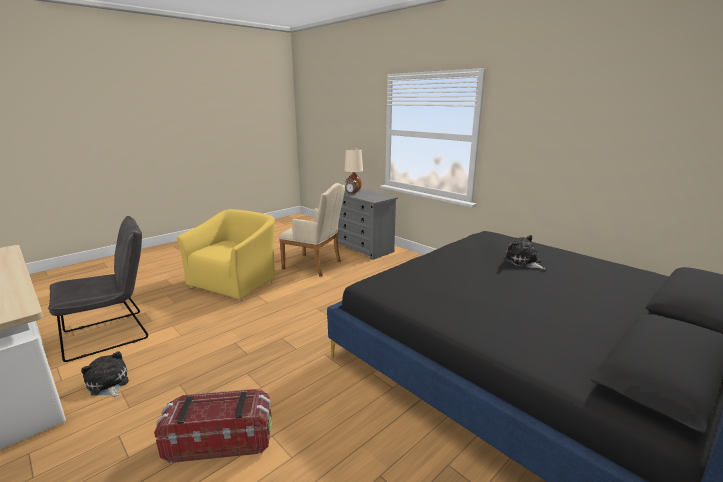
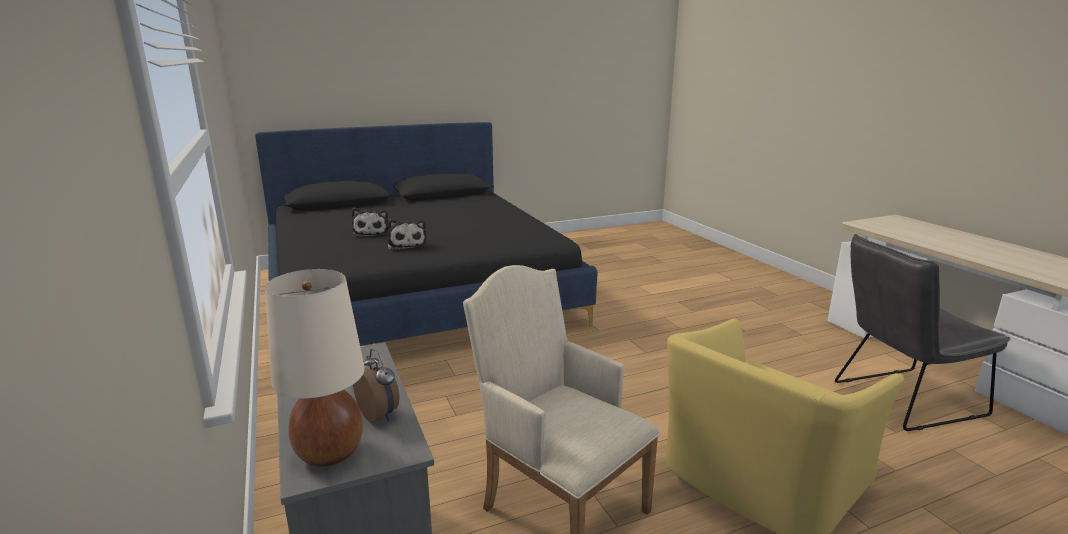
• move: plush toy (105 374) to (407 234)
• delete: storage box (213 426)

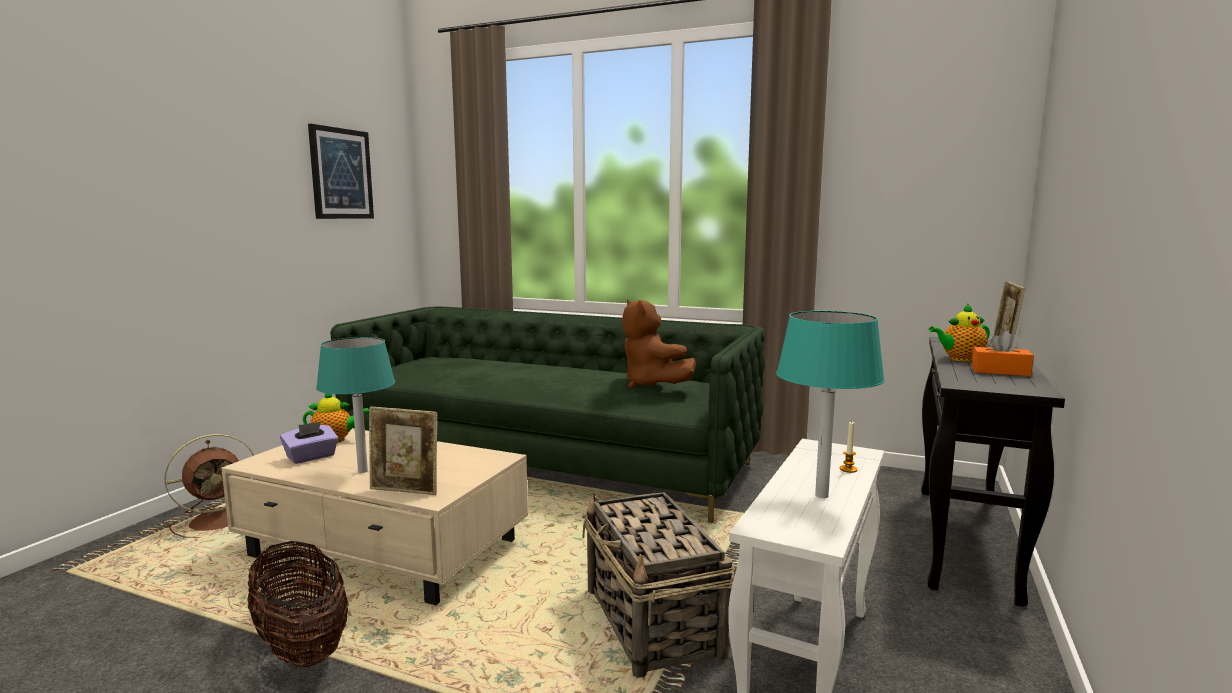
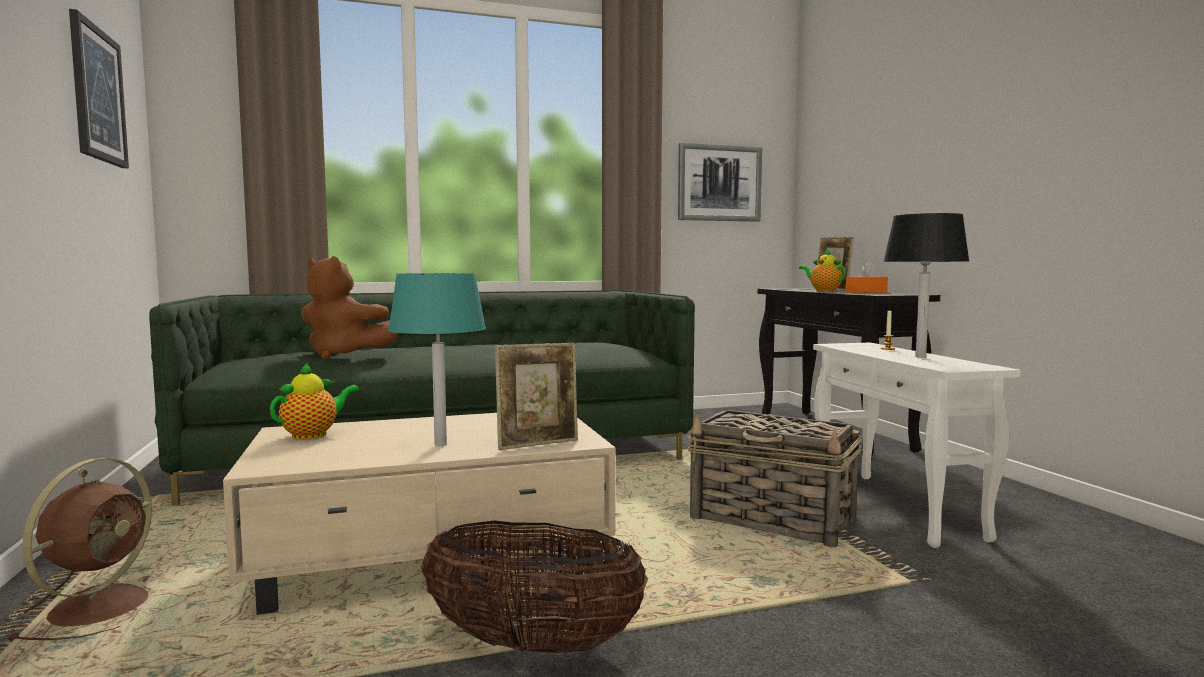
• delete: tissue box in purple (309 442)
• move: plush toy in brown (659 344) to (350 308)
• recolor: table lamp in turquoise (830 404) to table lamp in black (926 285)
• rotate: teapot (959 332) = (822 270) 105 degrees clockwise
• insert: picture (720 182)

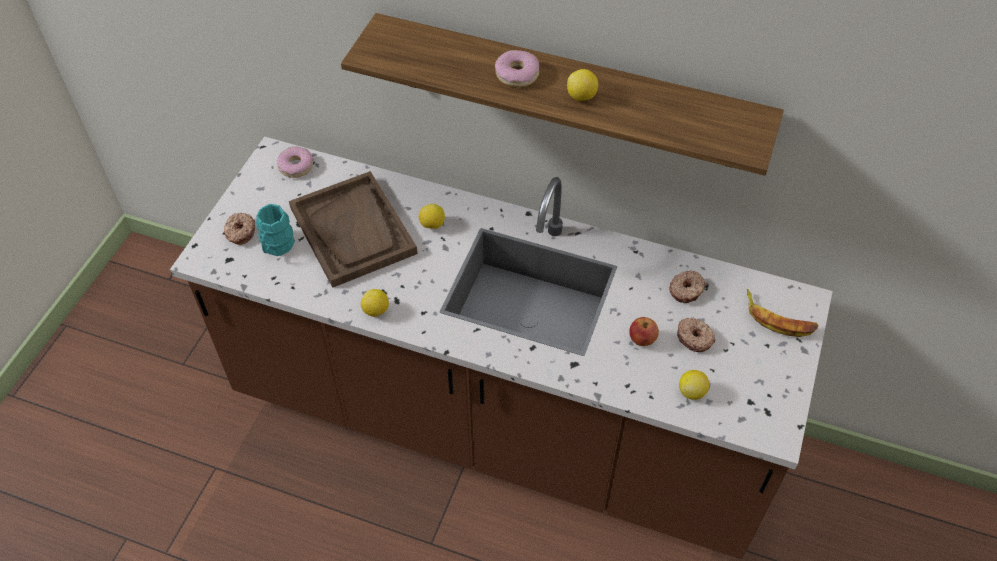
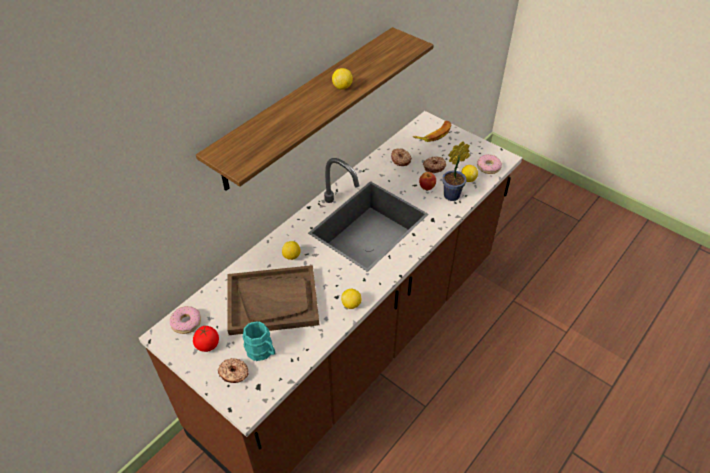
• move: donut (517 68) to (489 164)
• insert: tomato (206 338)
• insert: potted plant (456 171)

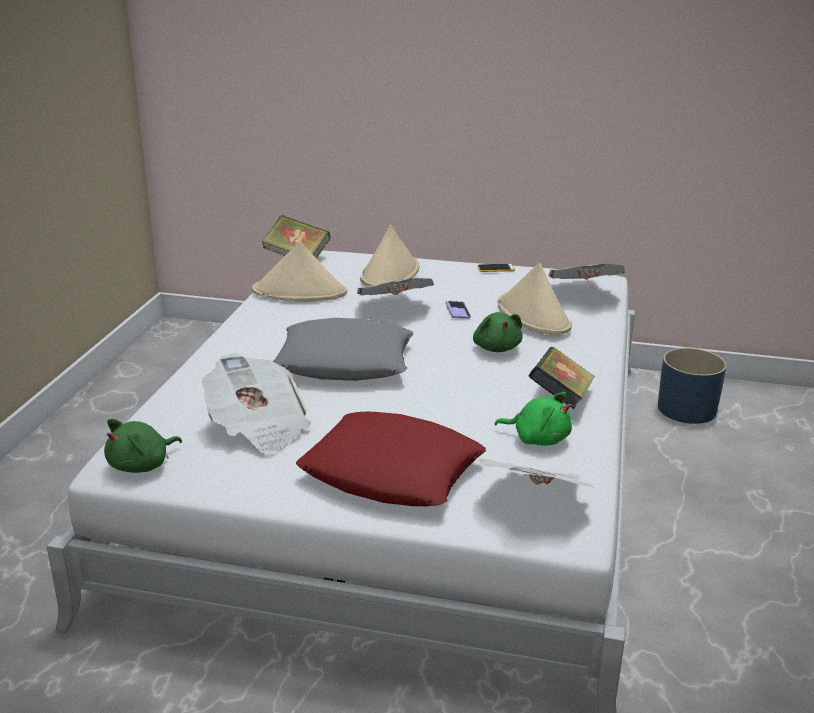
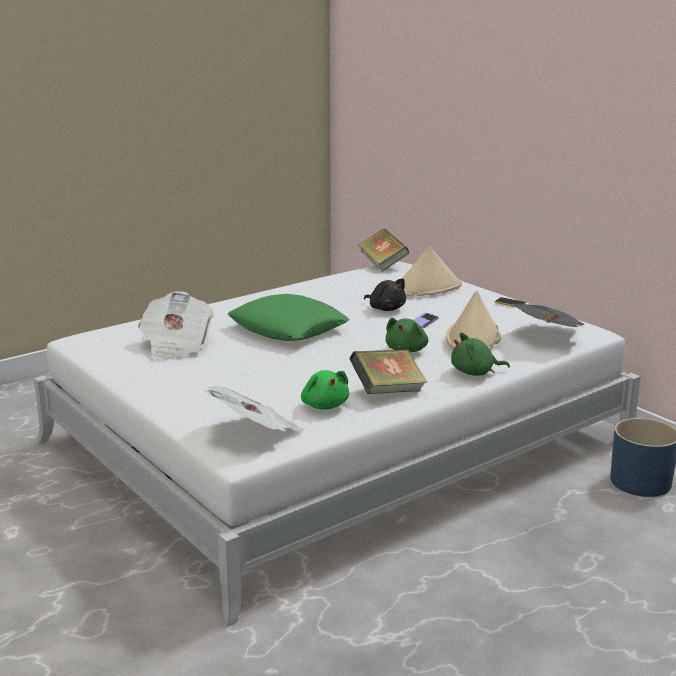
• move: plush toy in green (143 446) to (480 354)
• delete: hat in beige (299 271)
• recolor: pillow in grey (343 349) to pillow in green (289 317)
• delete: pillow in red (391 459)
• replace: newspaper (396 286) to plush toy in black (385 295)

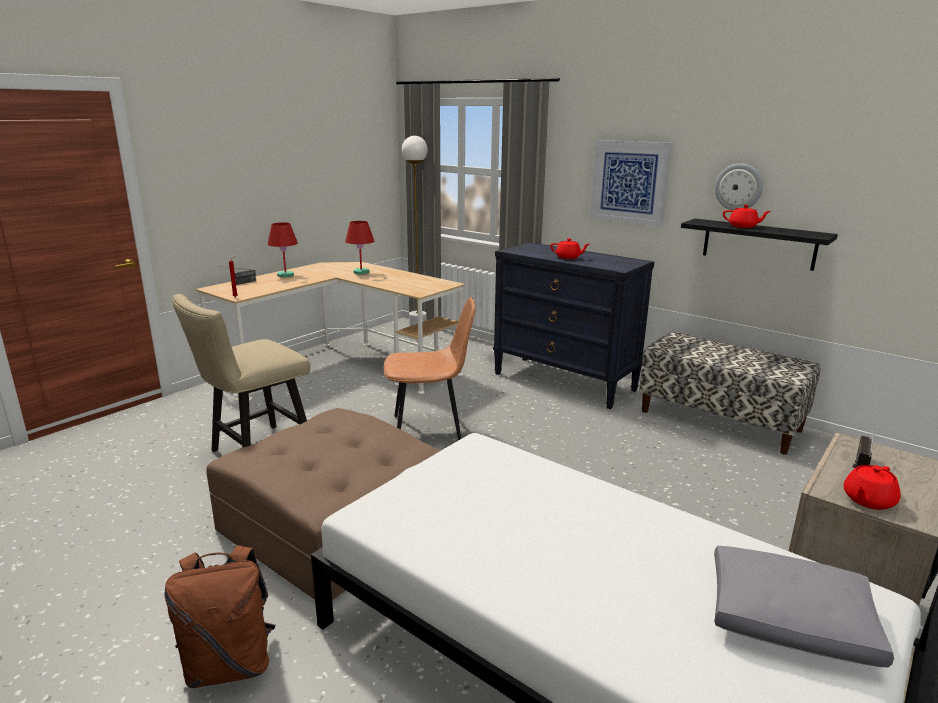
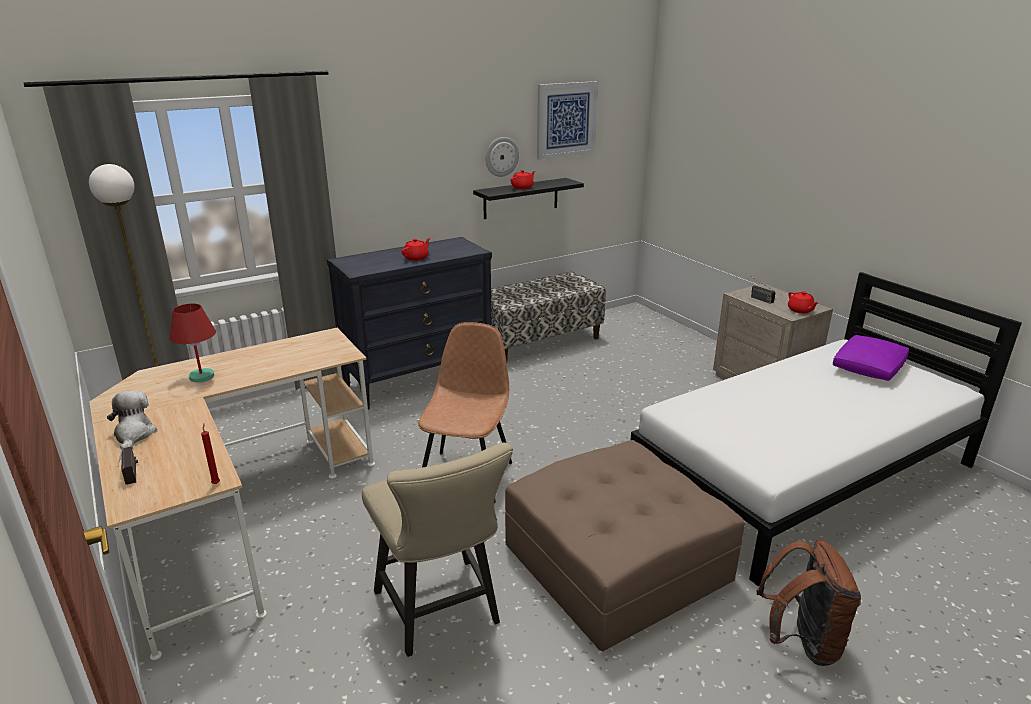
• replace: table lamp in red (282 249) to plush toy (132 419)
• move: picture (631 183) to (568 120)
• recolor: pillow in grey (804 606) to pillow in purple (871 358)

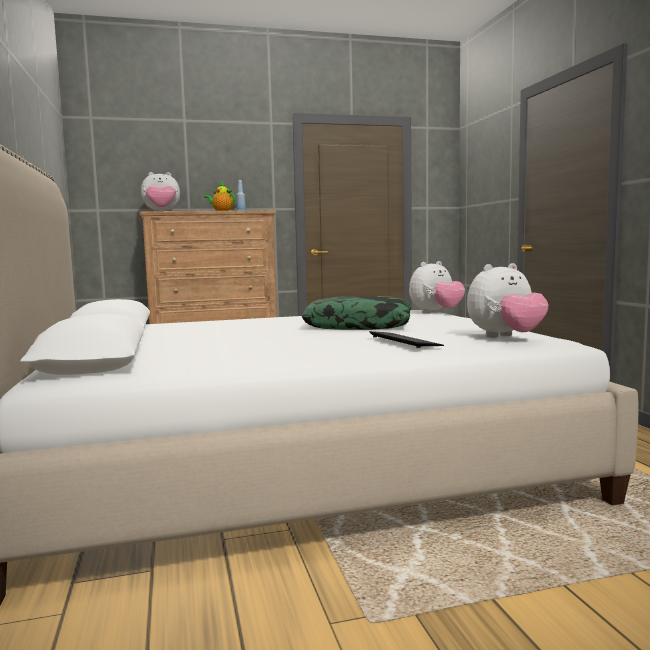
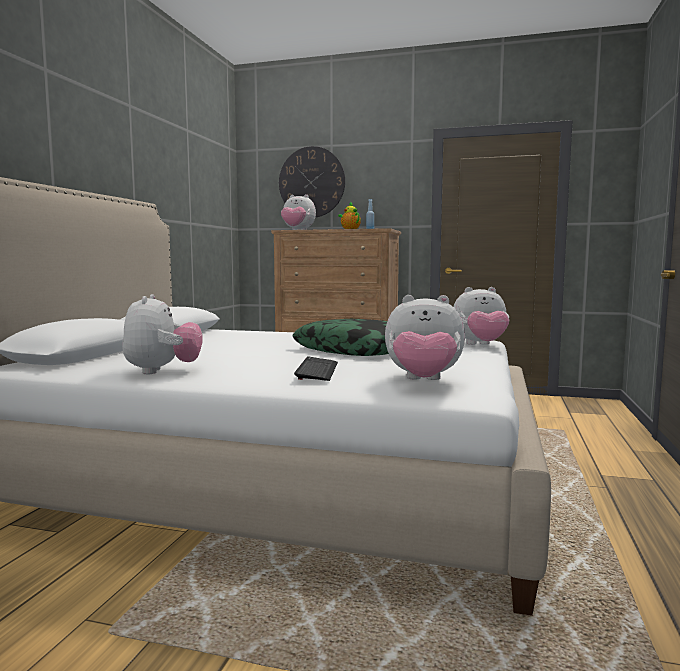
• insert: plush toy (162 334)
• insert: wall clock (312 182)

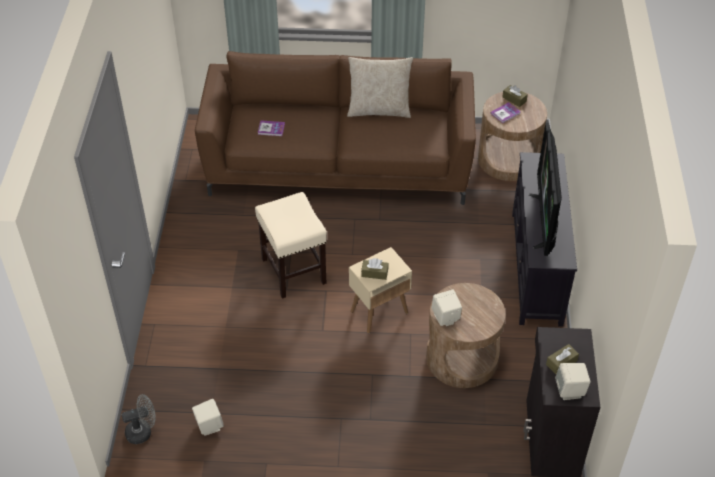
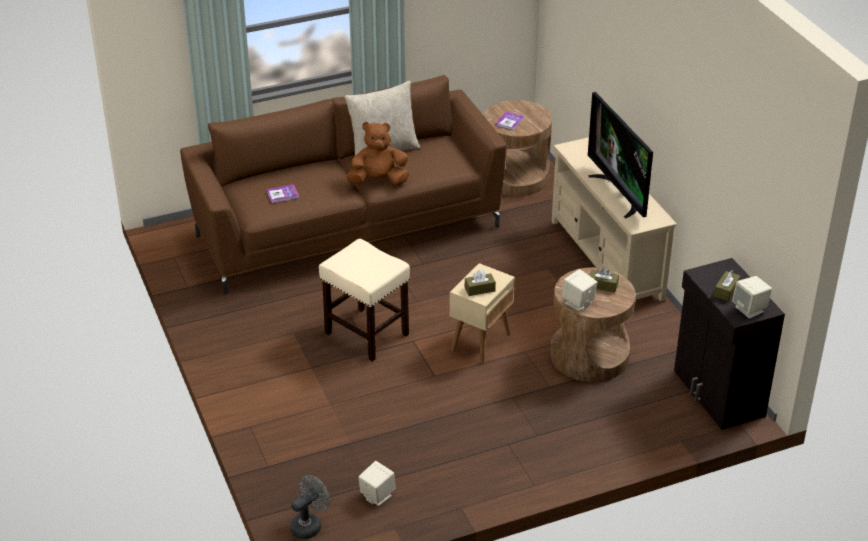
• move: tissue box in brown (515 96) to (604 280)
• recolor: tv stand in black (544 239) to tv stand in beige (614 219)
• insert: plush toy in brown (377 153)

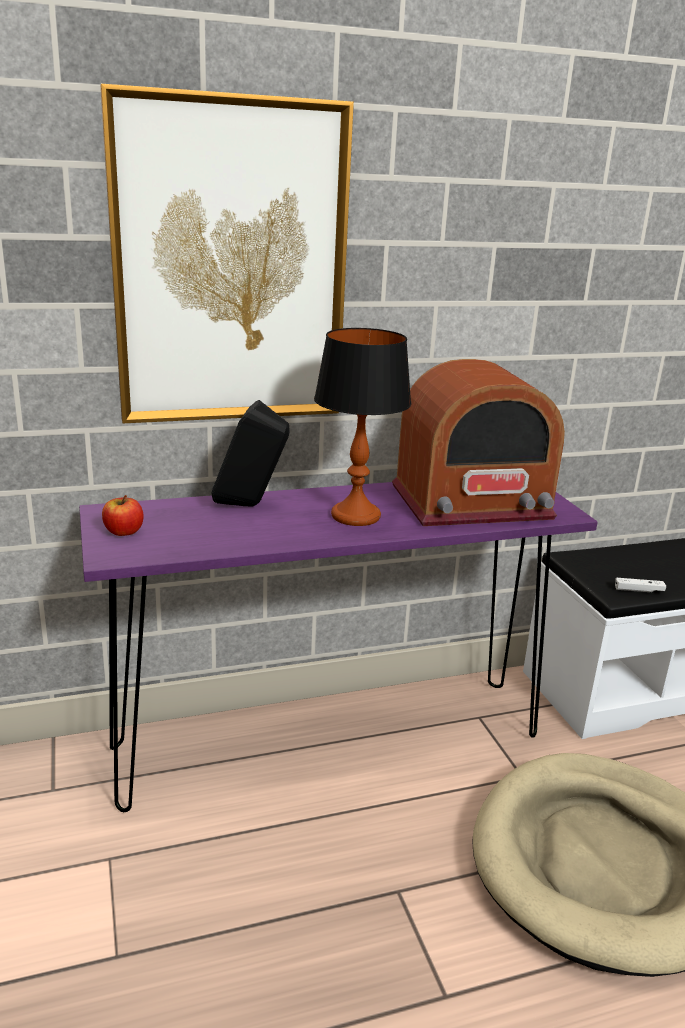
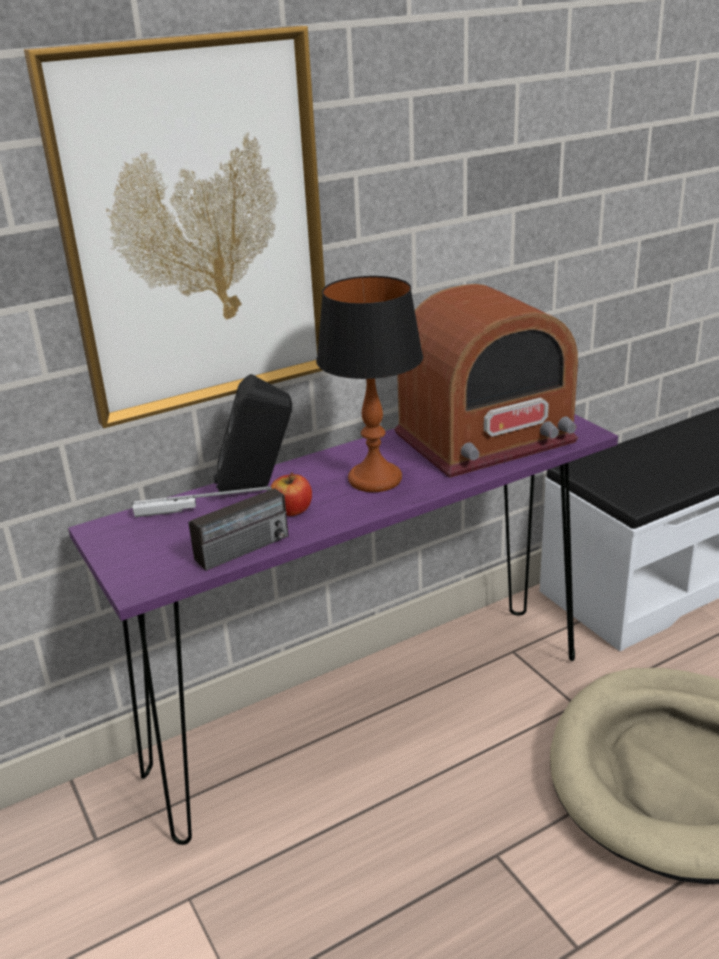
• move: apple (123 515) to (291 494)
• move: game controller in white (640 585) to (164 506)
• insert: radio (210 528)

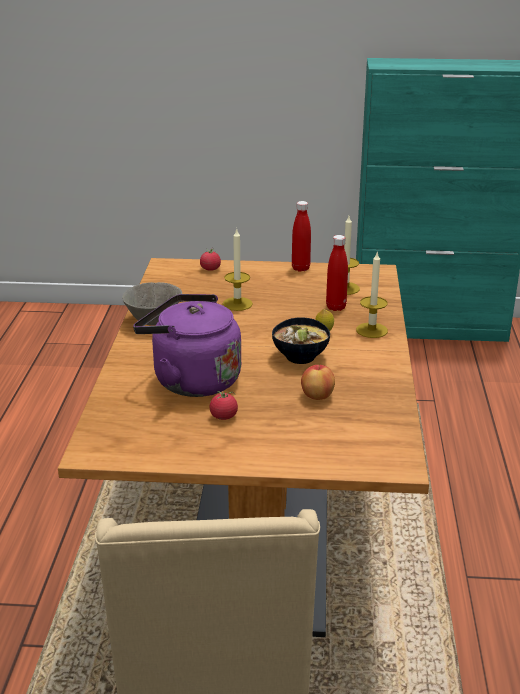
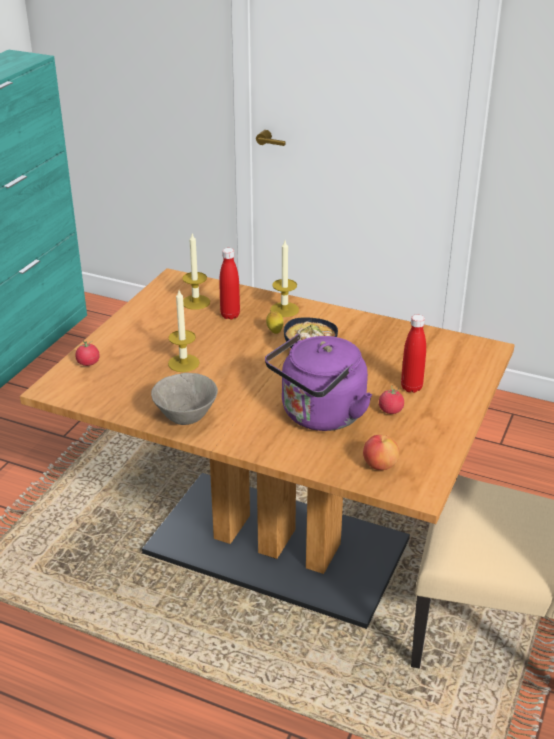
• move: bottle in red (301 236) to (413 354)
• move: apple (318 382) to (381 452)

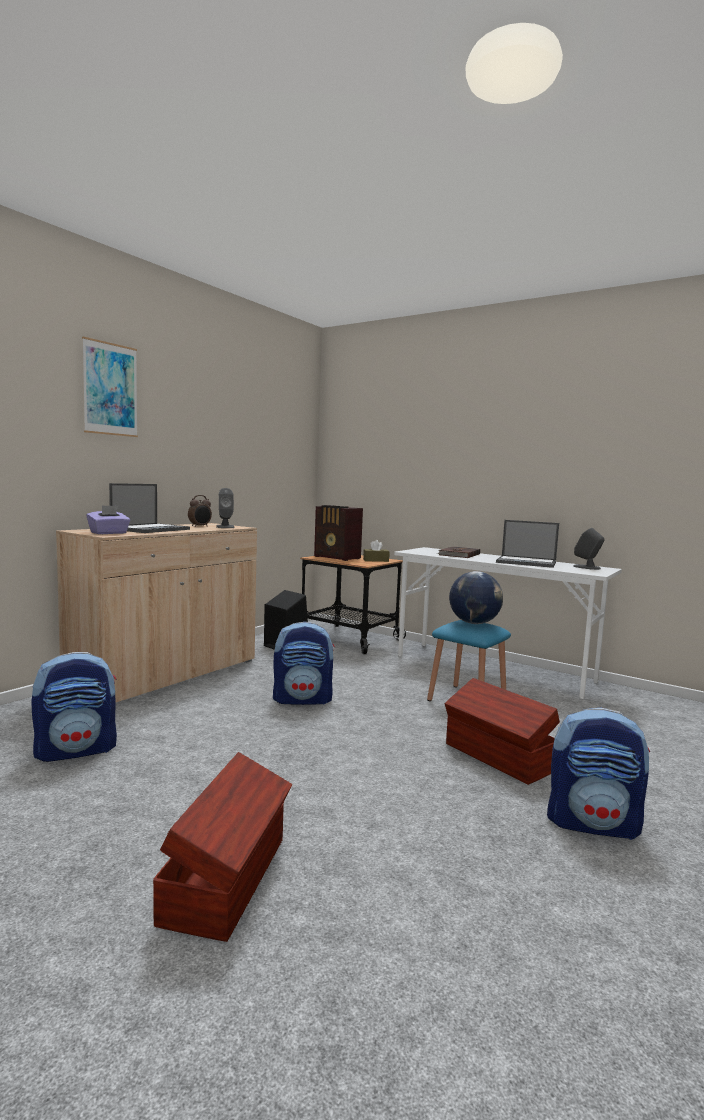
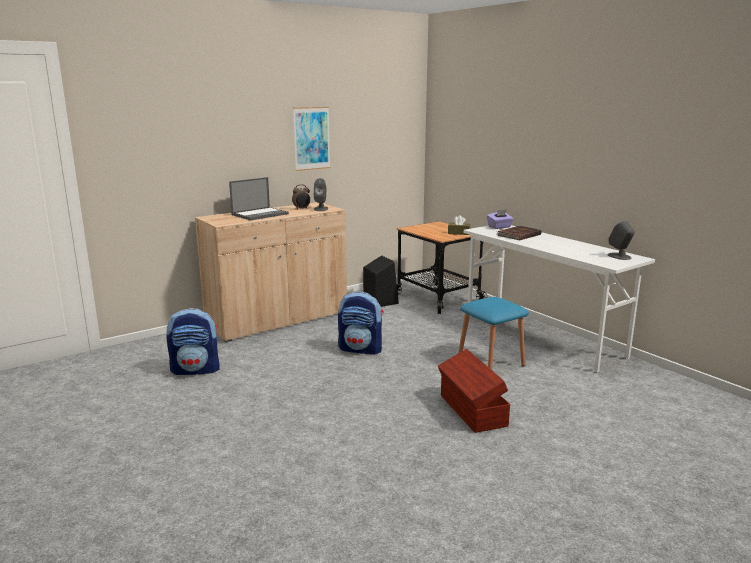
• move: picture (110 387) to (311 139)
• move: tissue box in purple (108 519) to (500 219)
• delete: storage box in brown (222 847)
• delete: radio (338 533)
• delete: globe (476 597)
• delete: laptop (527 544)
• delete: backpack (598 774)

